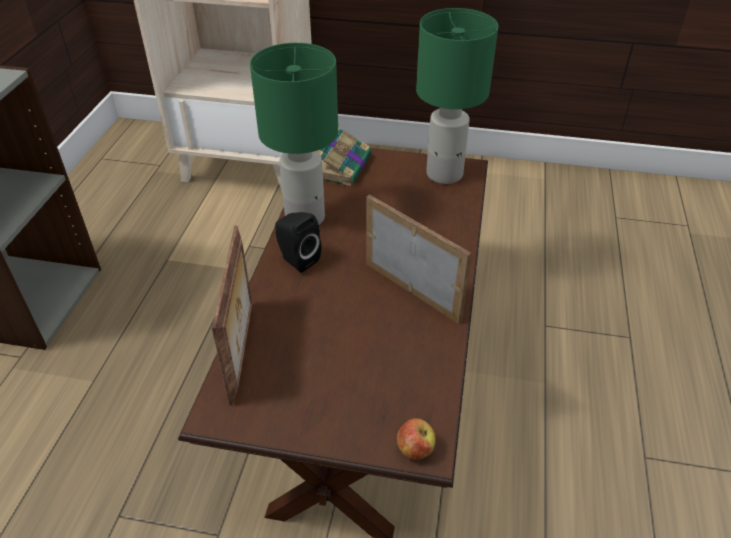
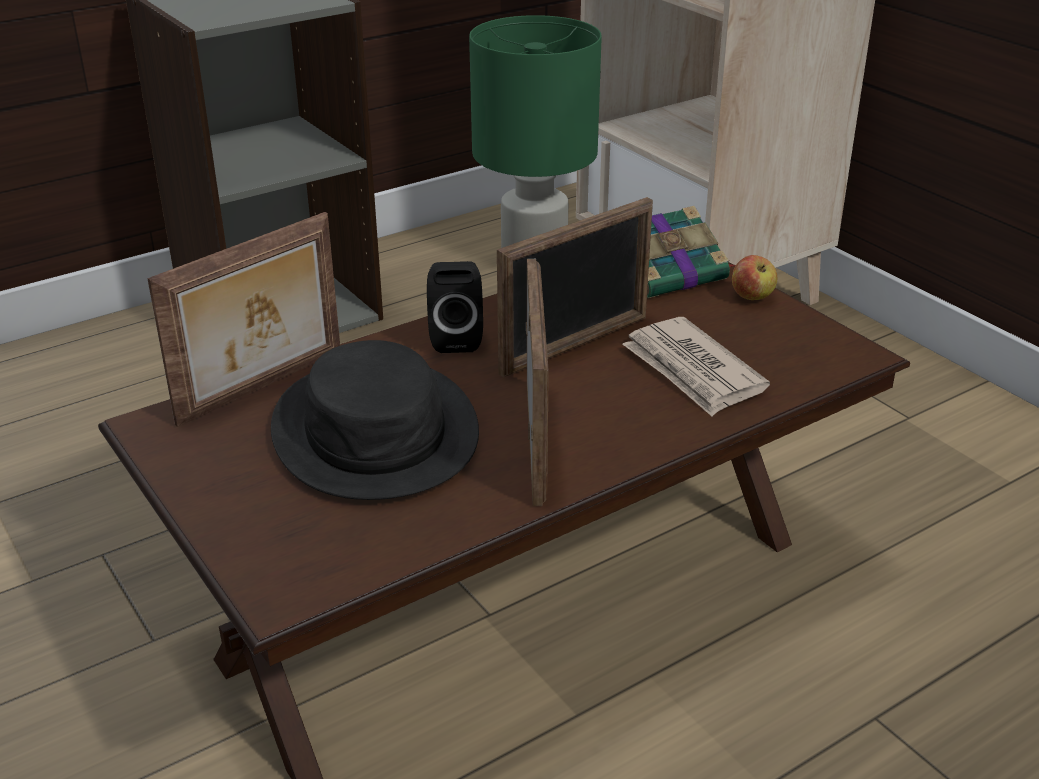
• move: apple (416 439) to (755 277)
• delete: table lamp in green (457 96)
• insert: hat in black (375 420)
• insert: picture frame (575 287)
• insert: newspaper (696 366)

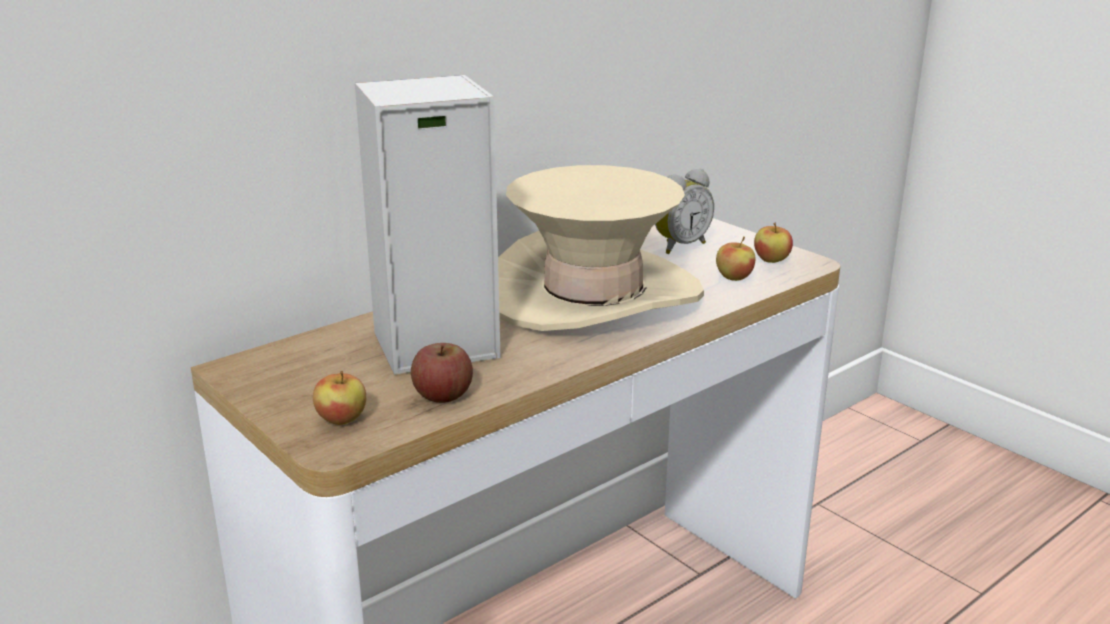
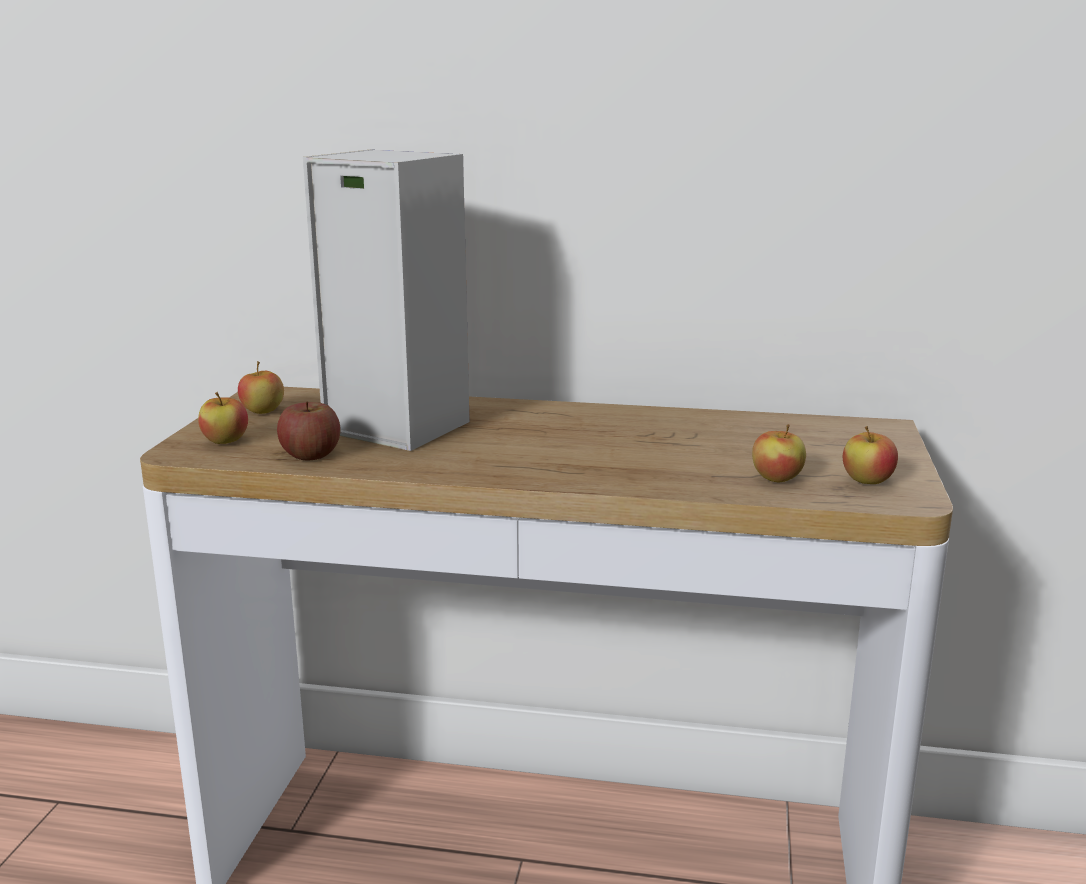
• delete: hat in beige (601 248)
• delete: alarm clock (684 211)
• insert: apple (261 387)

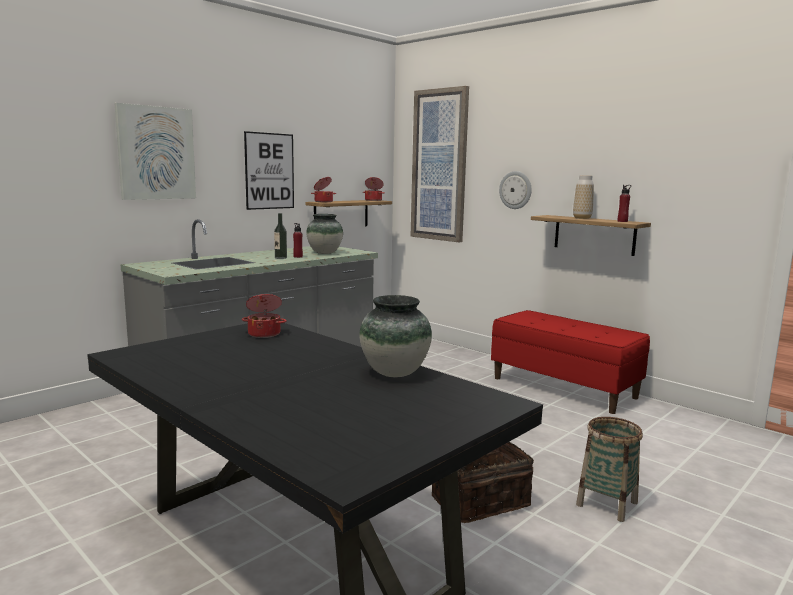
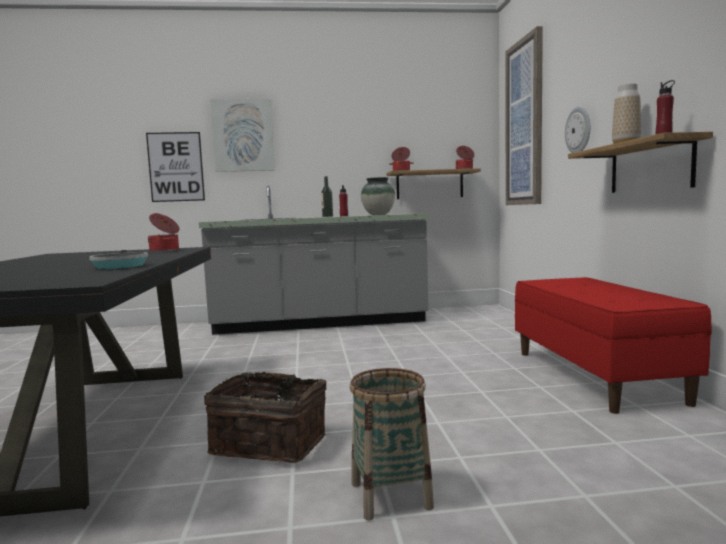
• move: picture (269 170) to (175 167)
• replace: vase (395 336) to frying pan (118 259)

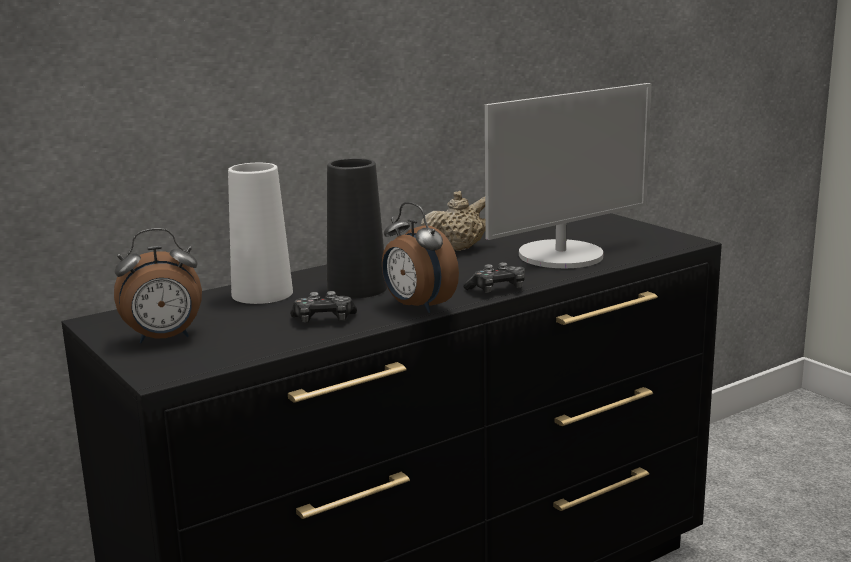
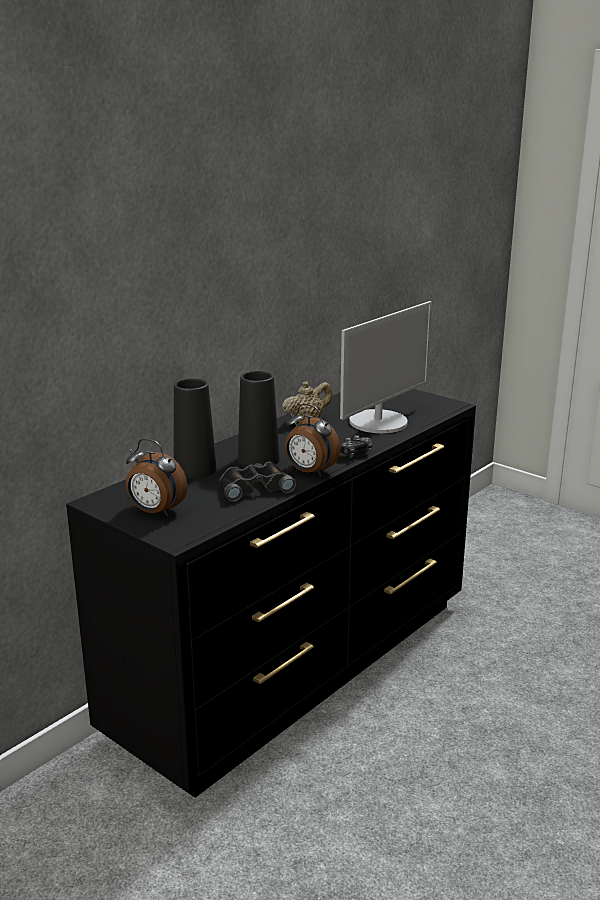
• rotate: alarm clock (158 285) = (156 477) 60 degrees clockwise
• recolor: vase in white (260 233) to vase in black (195 428)
• replace: game controller (323 307) to binoculars in black (258 482)

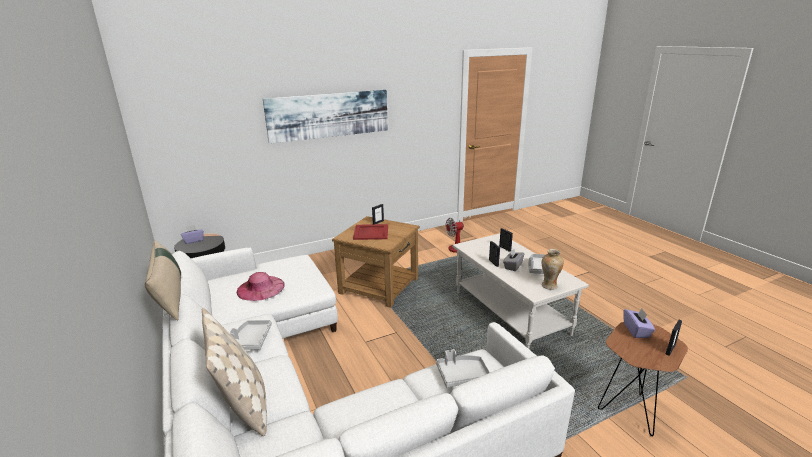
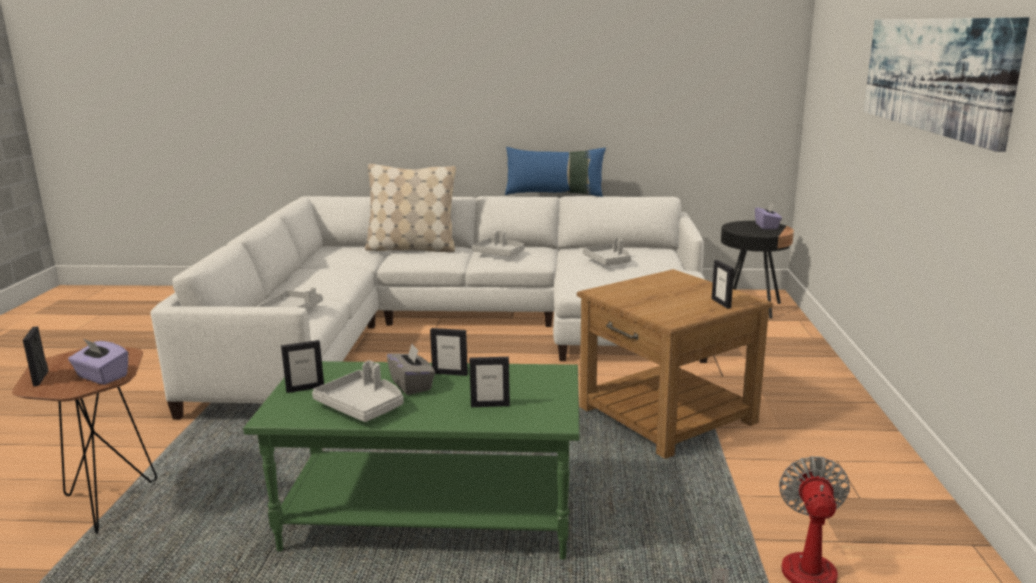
• recolor: pillow in beige (163 281) to pillow in blue (555 172)
• replace: hat in pink (260 286) to tray in grey (607 252)
• delete: tray in red (370 232)
• recolor: coffee table in white (521 291) to coffee table in green (411 460)
• replace: vase (553 269) to picture frame (302 366)

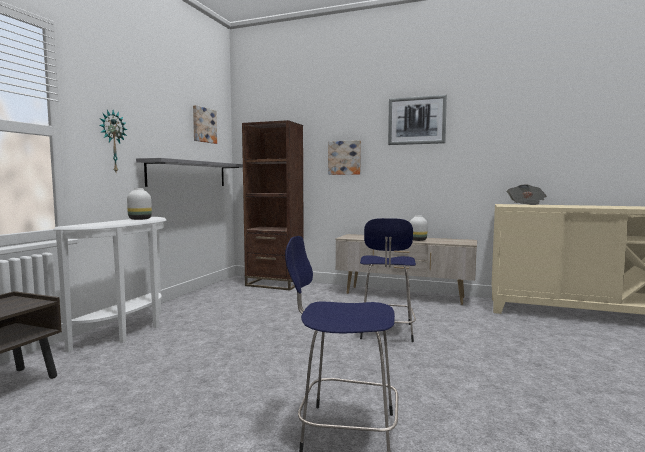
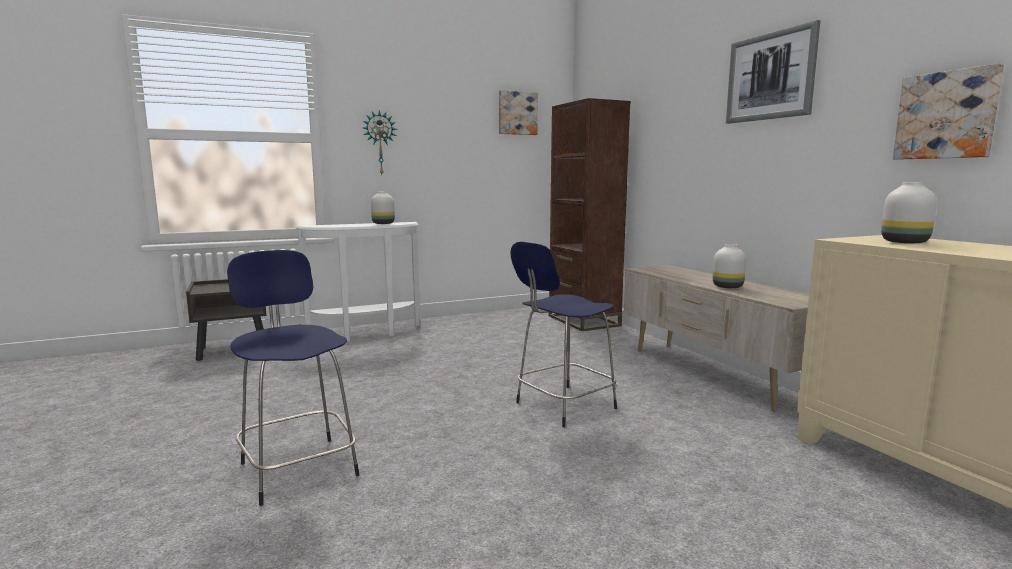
• delete: shelf in grey (189 172)
• move: picture (344 157) to (948 111)
• replace: newspaper (526 195) to vase in white (909 212)

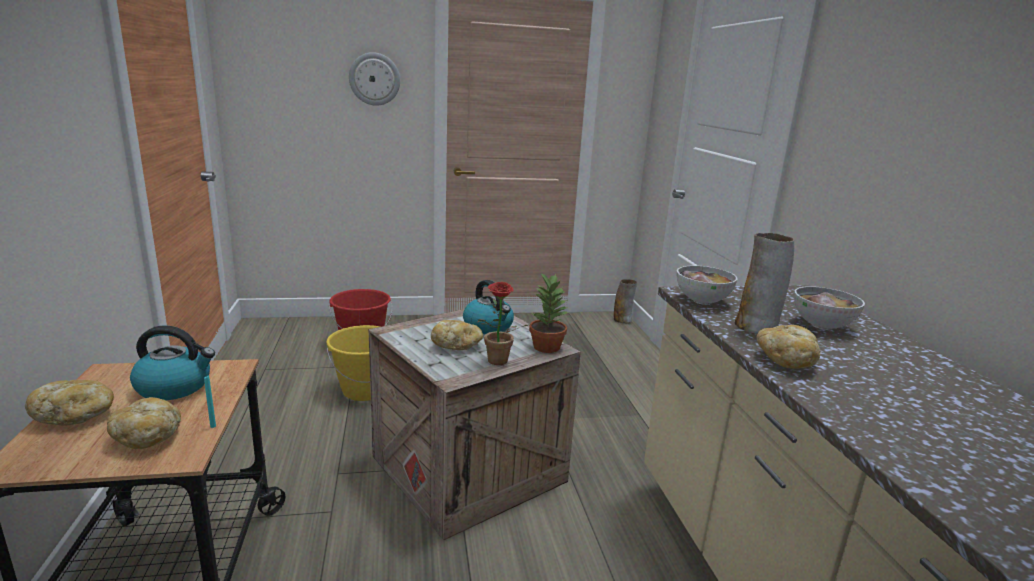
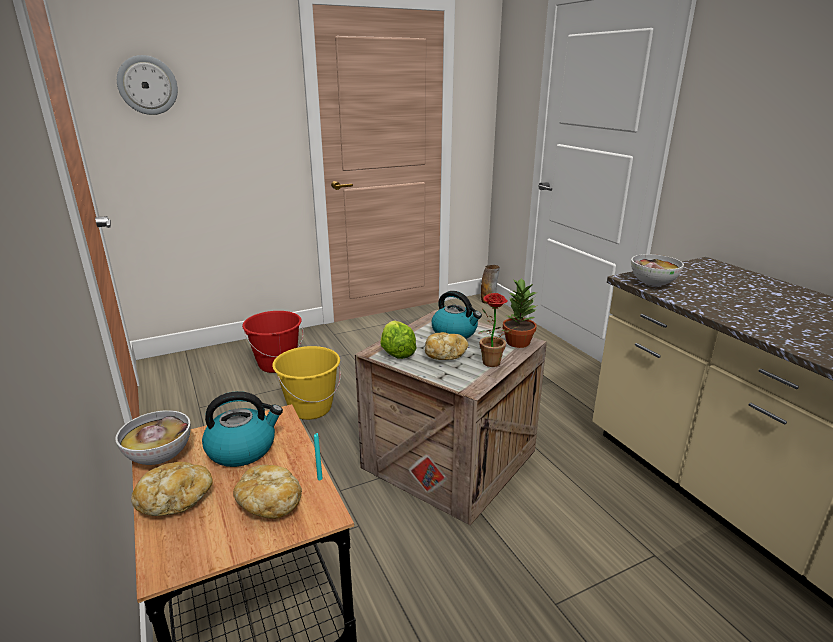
• move: wall clock (374 79) to (147 85)
• delete: vase (764 283)
• delete: bread (788 347)
• move: bowl (829 308) to (153 437)
• insert: lettuce (398 339)

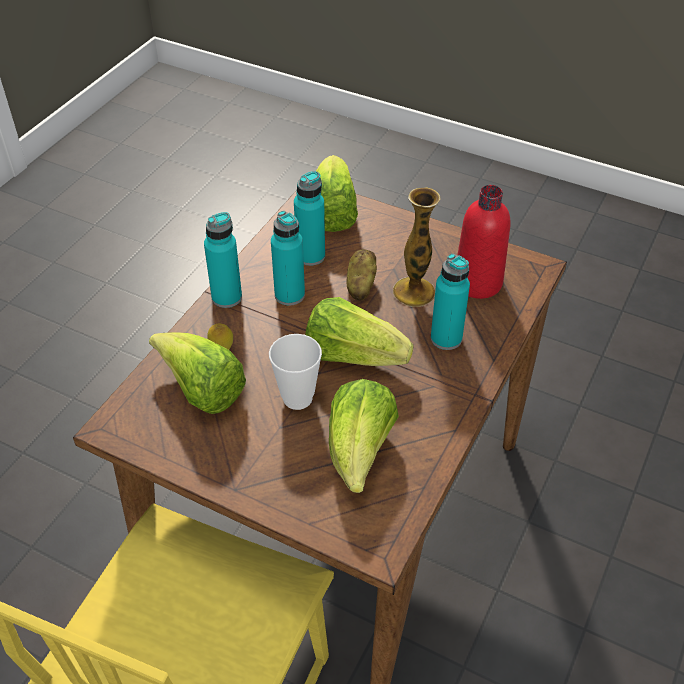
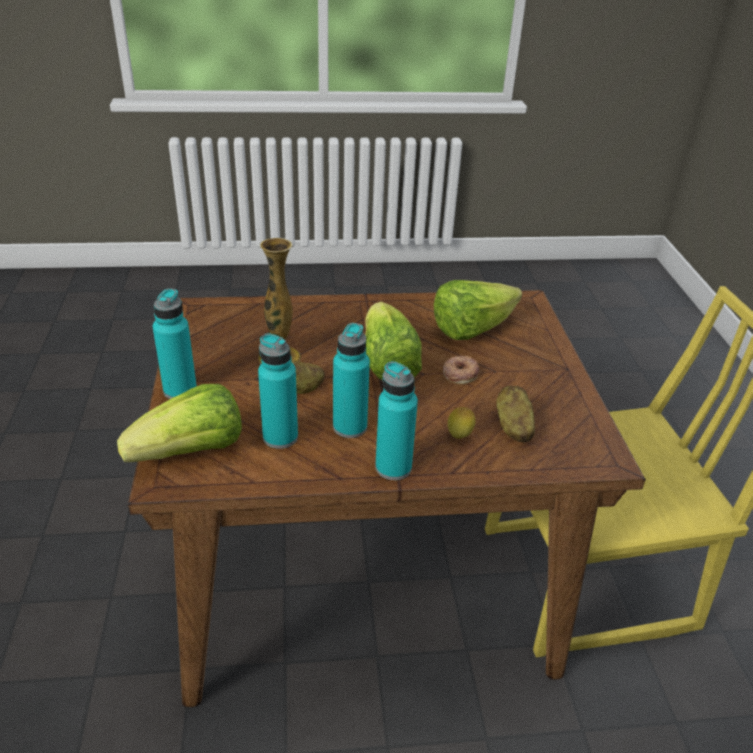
• replace: lettuce (197 373) to potato (515 414)
• replace: cup (295 372) to donut (461 370)
• move: bottle in turquoise (450 302) to (175 343)
• delete: bottle in red (484 242)

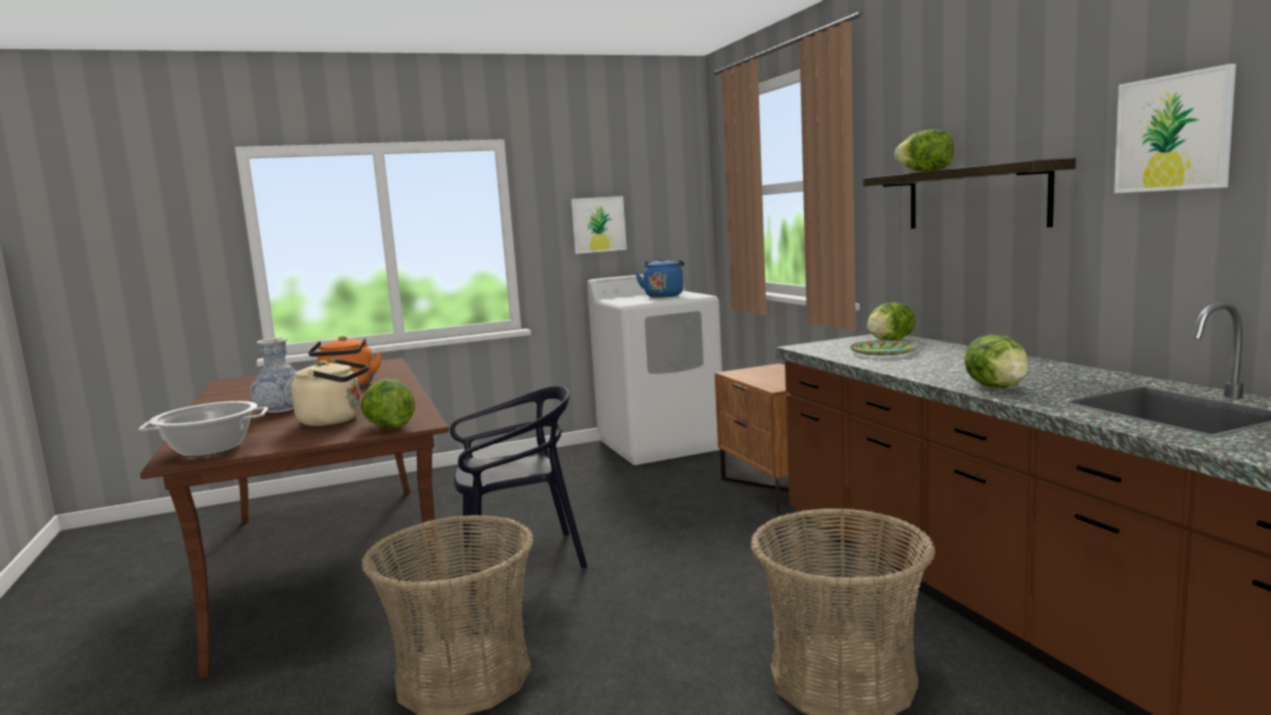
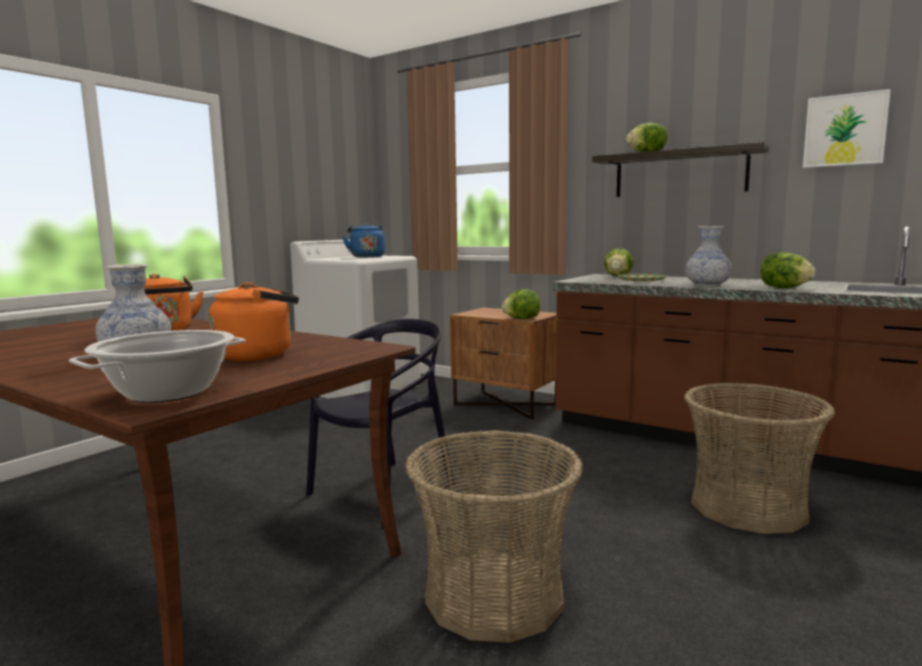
• recolor: kettle in beige (330 392) to kettle in orange (254 321)
• move: lettuce (387 403) to (521 304)
• delete: picture (599 225)
• insert: vase (708 256)

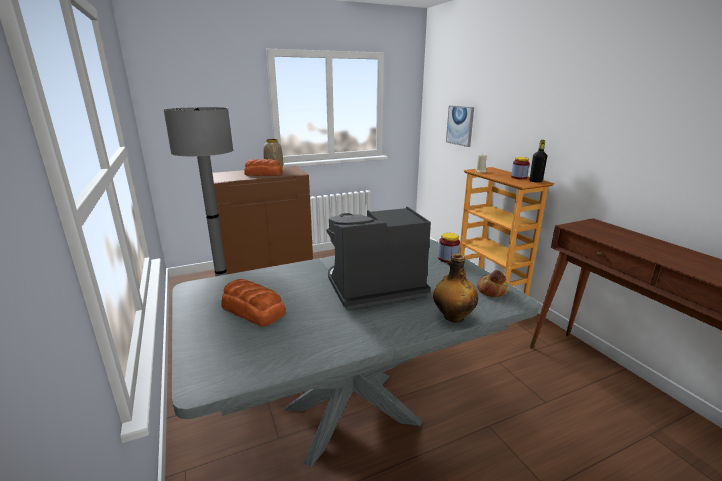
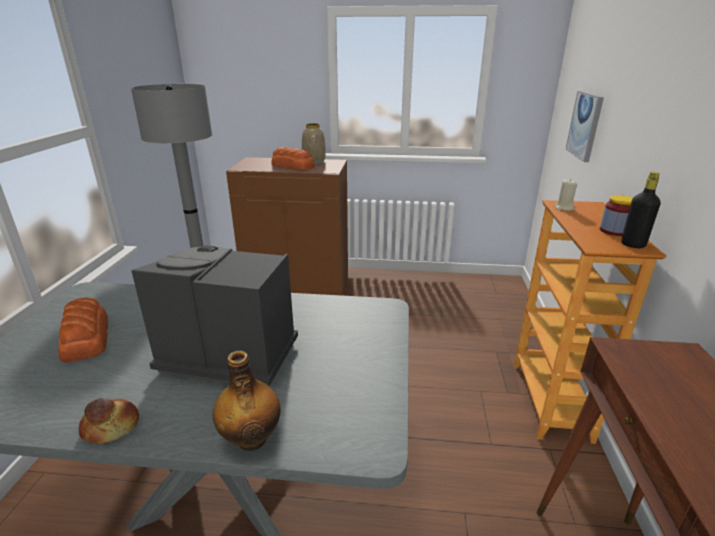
• delete: jar (449 248)
• move: bread (492 283) to (109 421)

